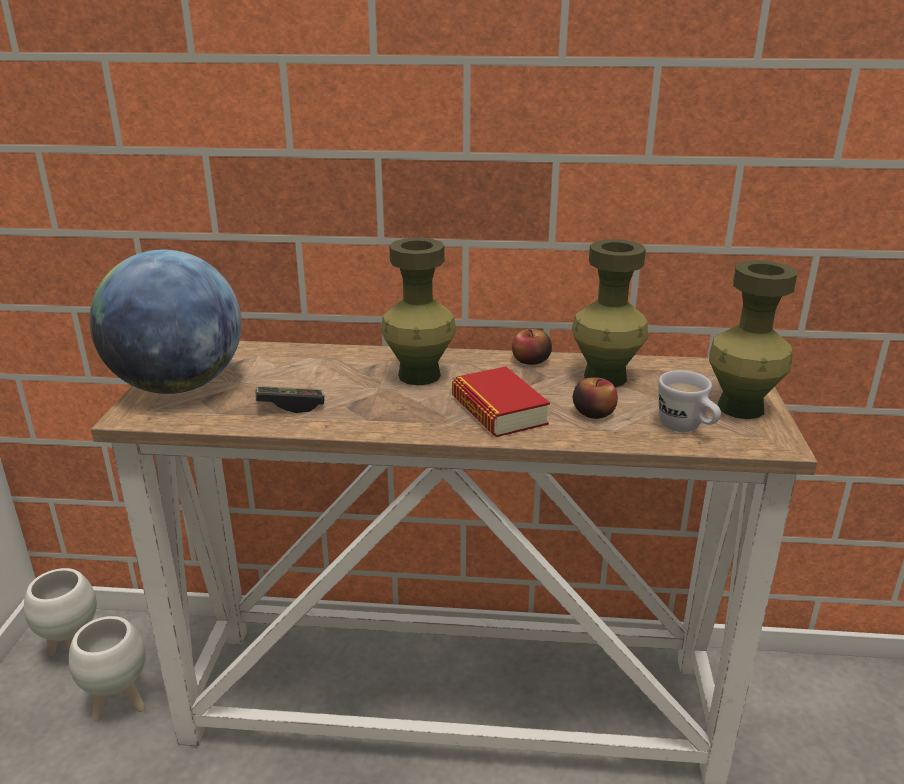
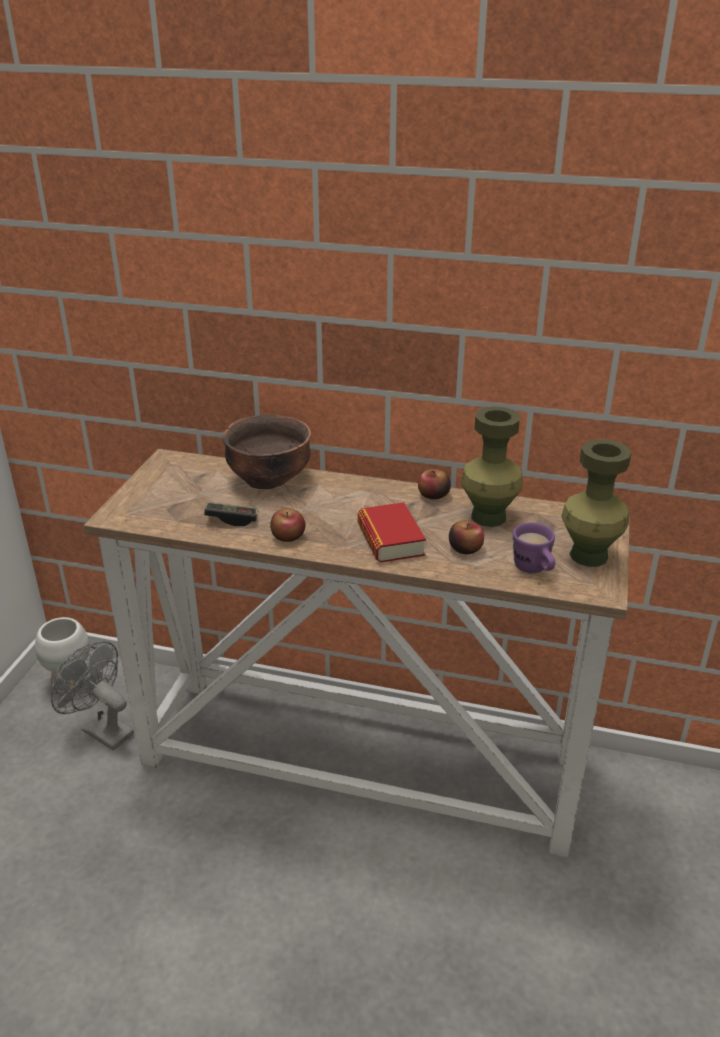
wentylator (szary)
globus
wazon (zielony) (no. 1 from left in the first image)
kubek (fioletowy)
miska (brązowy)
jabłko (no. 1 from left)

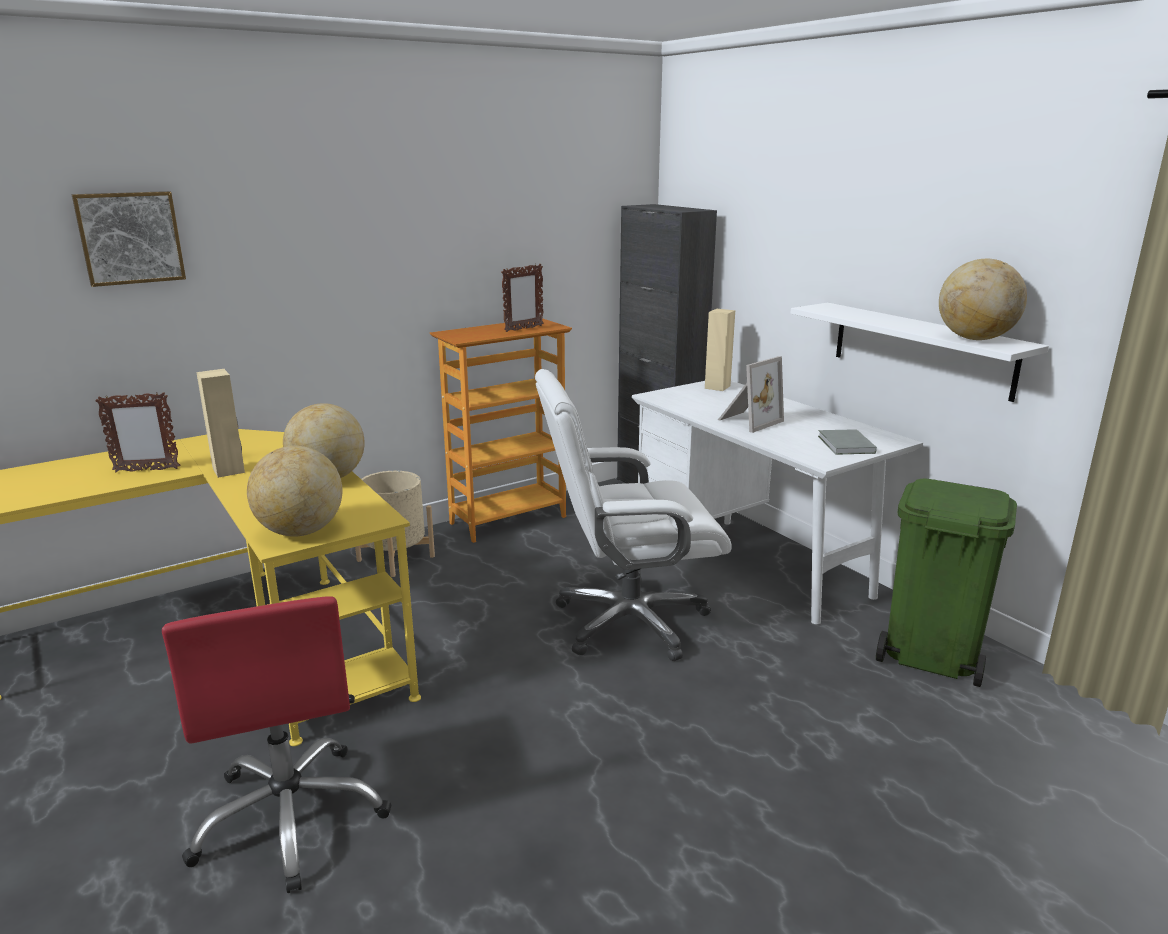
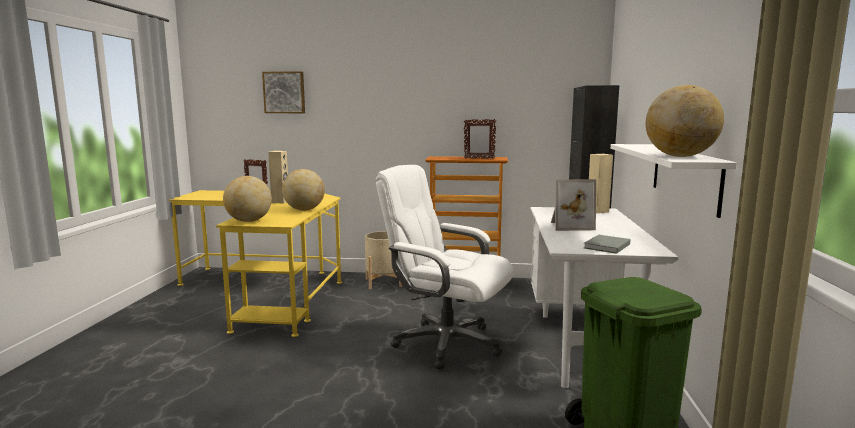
krzesło biurowe (czerwony)

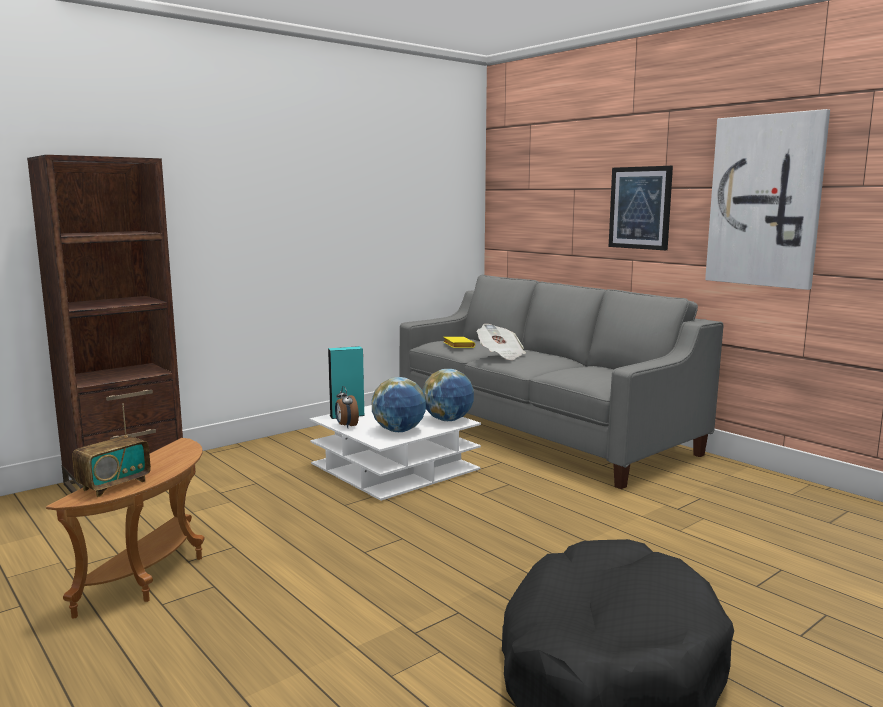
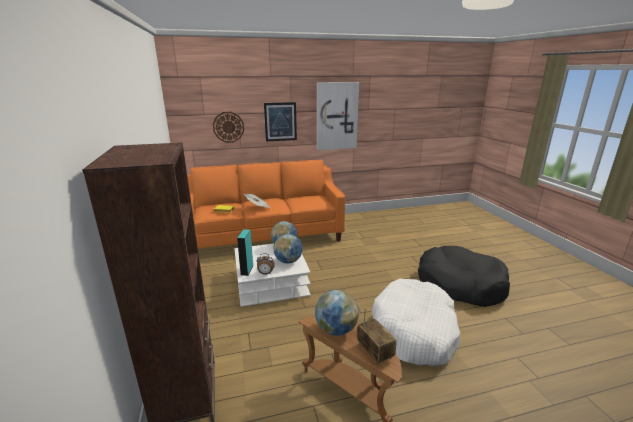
kanapa (pomarańczowy)
zegar ścienny
globus (no. 3 from left)
legowisko (biały)

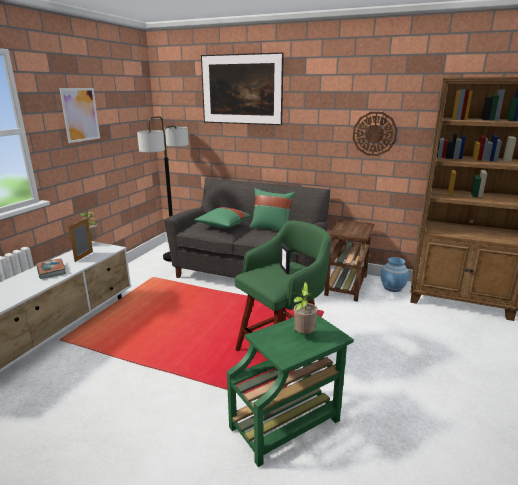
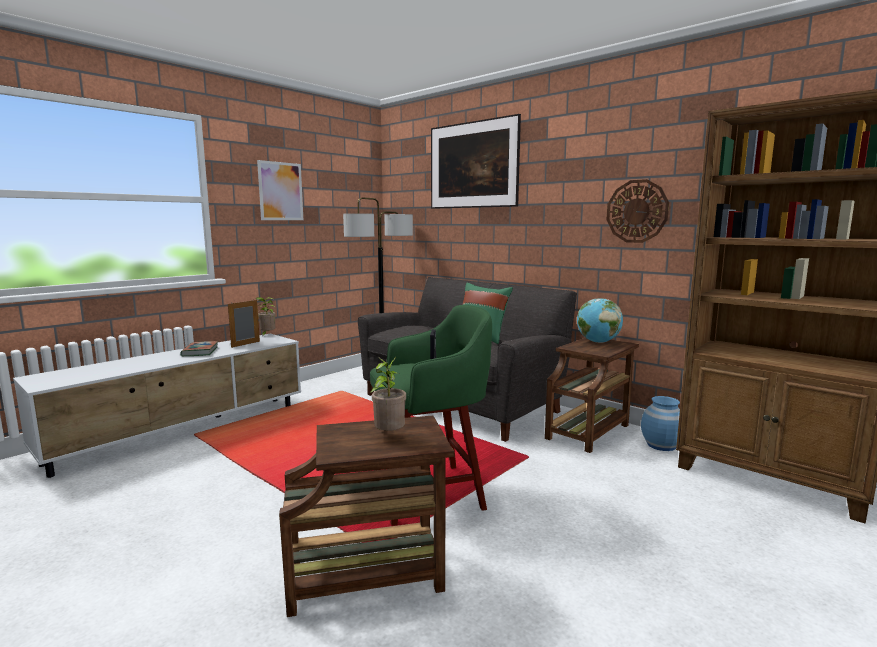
poduszka (zielony) (no. 1 from left in the first image)
stolik (brązowy) (no. 1 from left)
globus

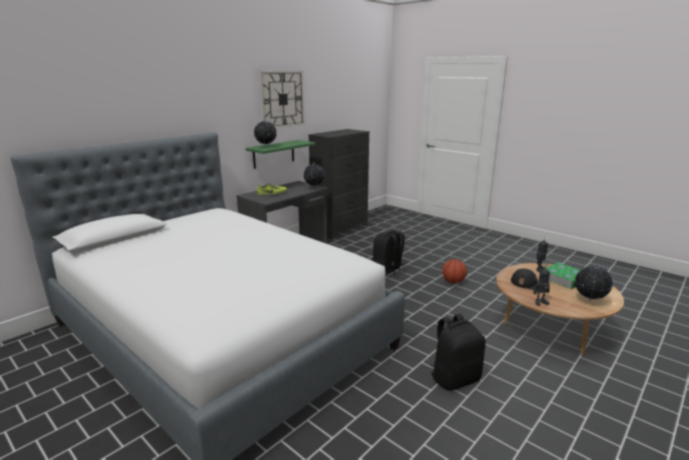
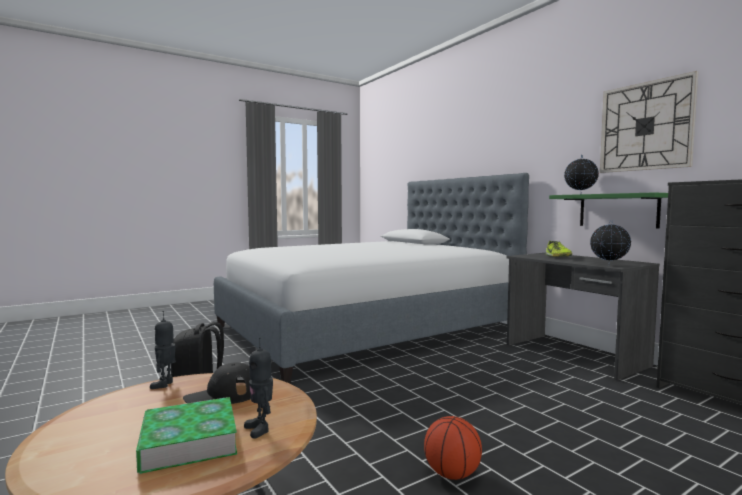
plecak (czarny) (no. 1 from left in the first image)
globus (no. 3 from left in the first image)

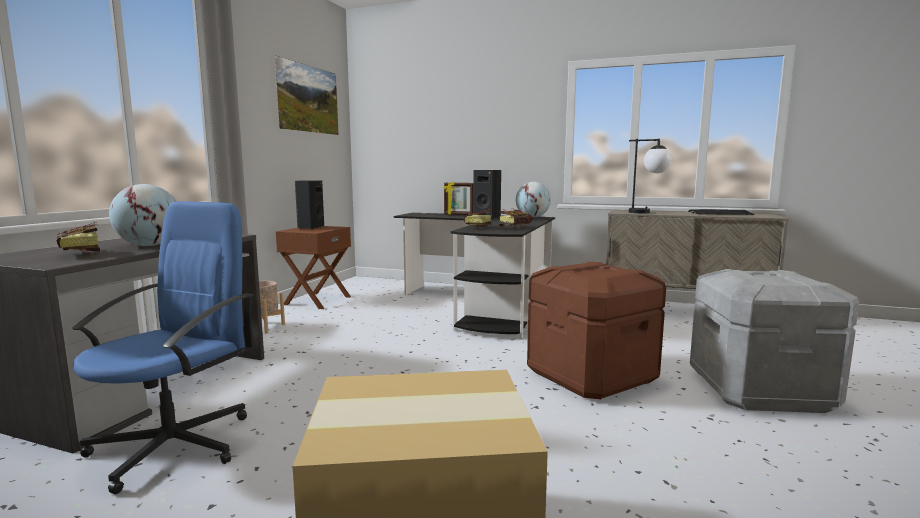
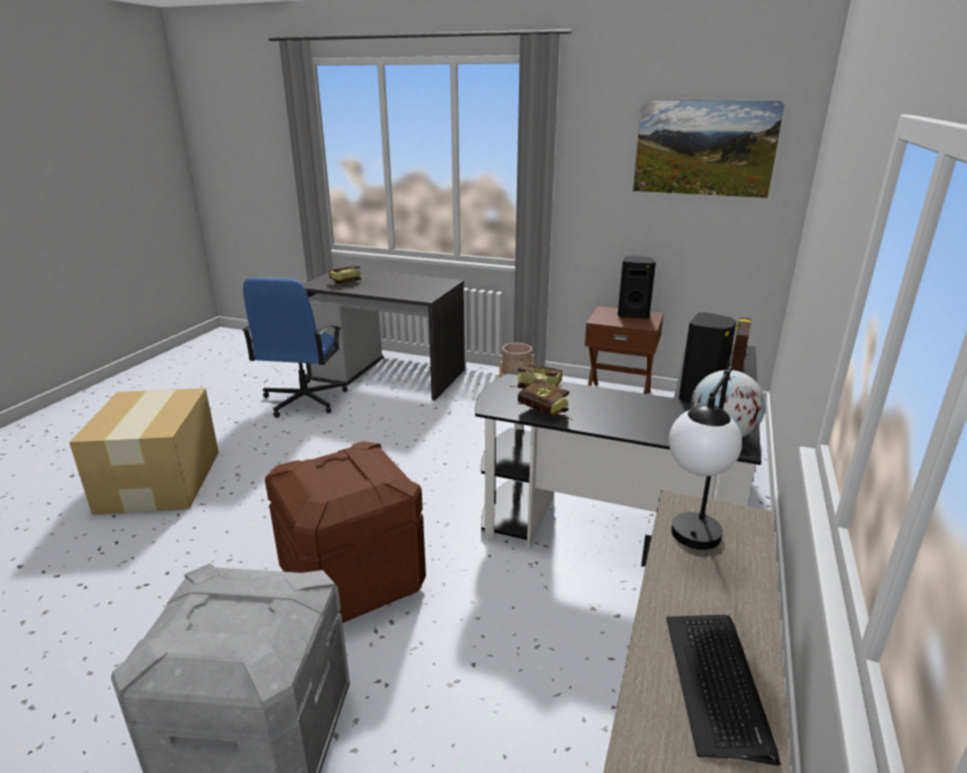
krzesło biurowe (niebieski)
globus (no. 1 from left in the first image)

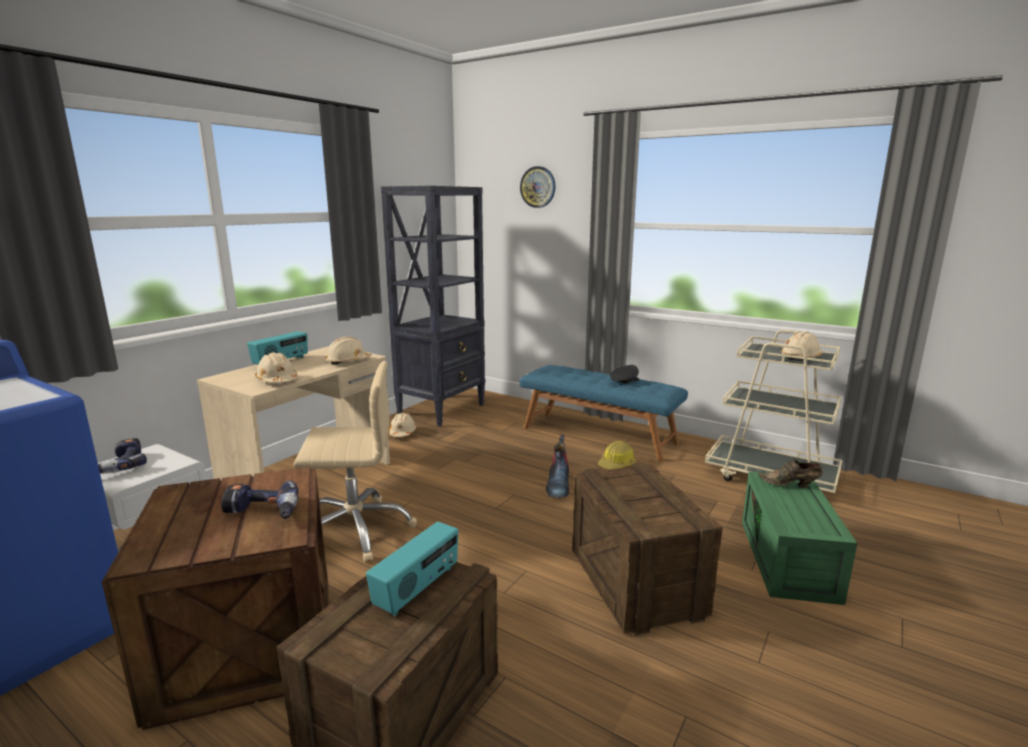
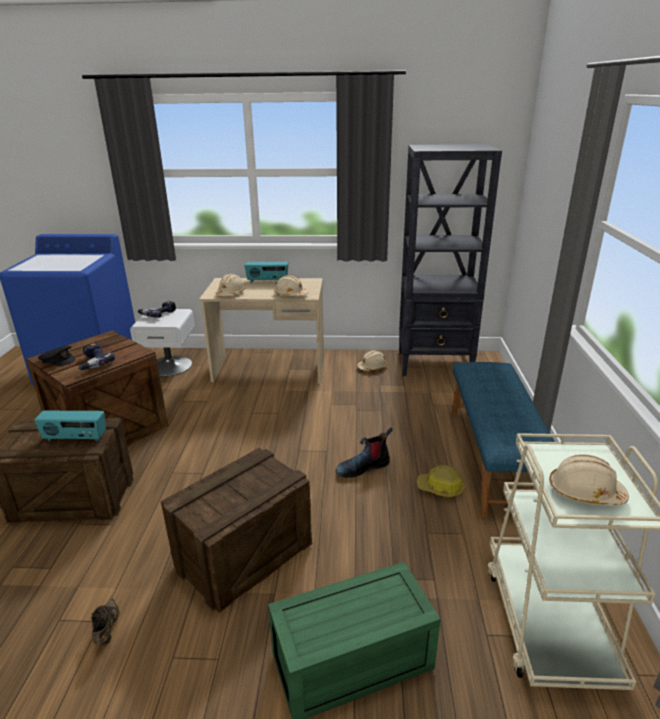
krzesło biurowe (beżowy)
zegar ścienny
czapka z daszkiem (czarny)
but (brązowy)

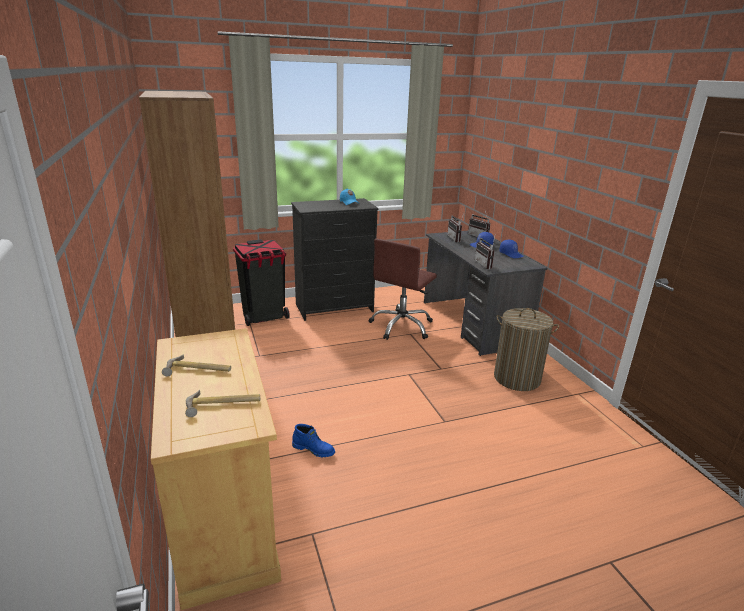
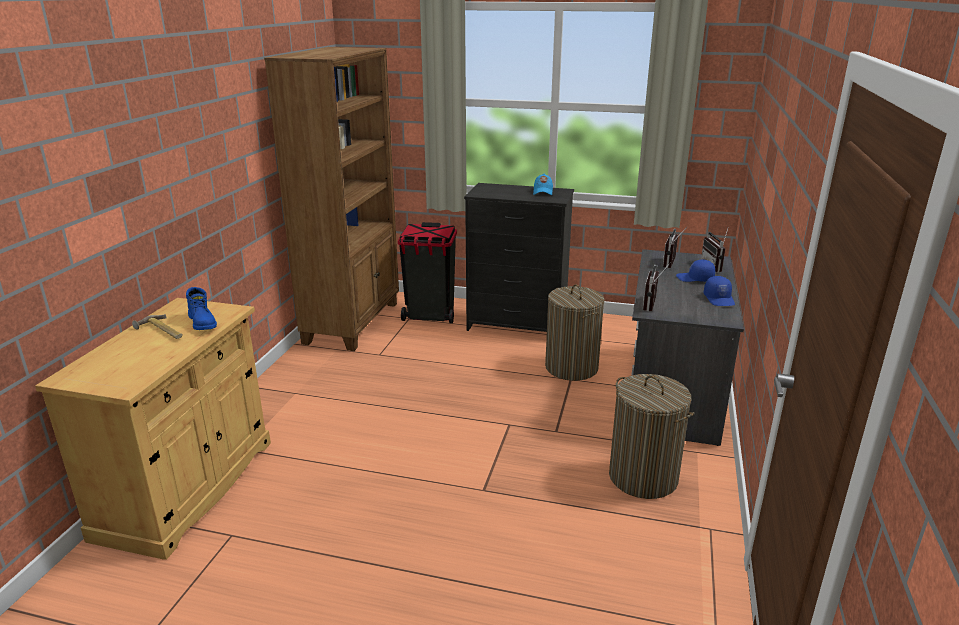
młotek (no. 2 from left in the first image)
but z cholewką (niebieski)
kosz na pranie (no. 1 from left)

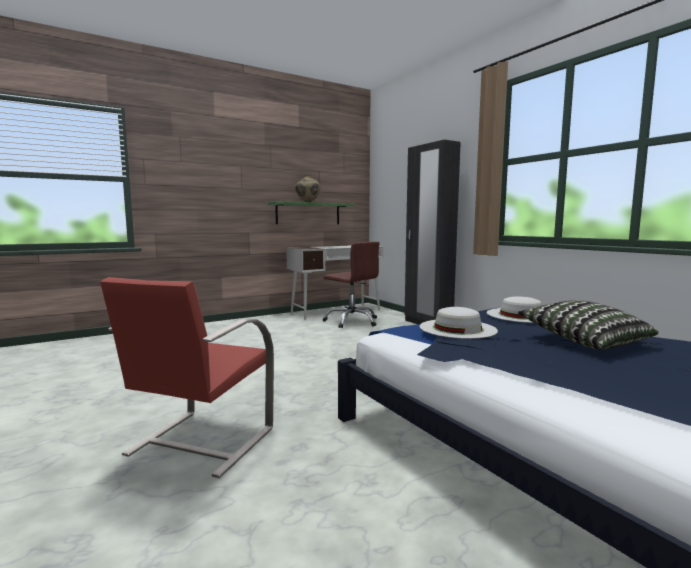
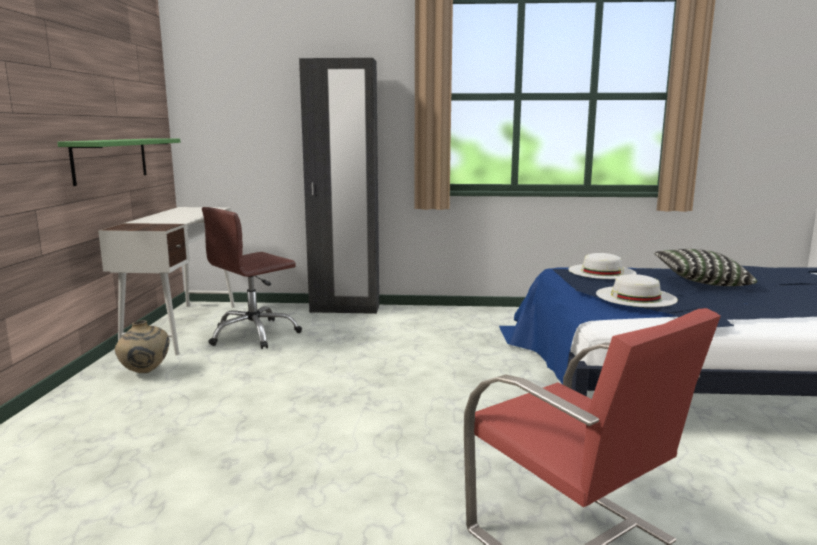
wazon (beżowy)
krzesło biurowe (brązowy)

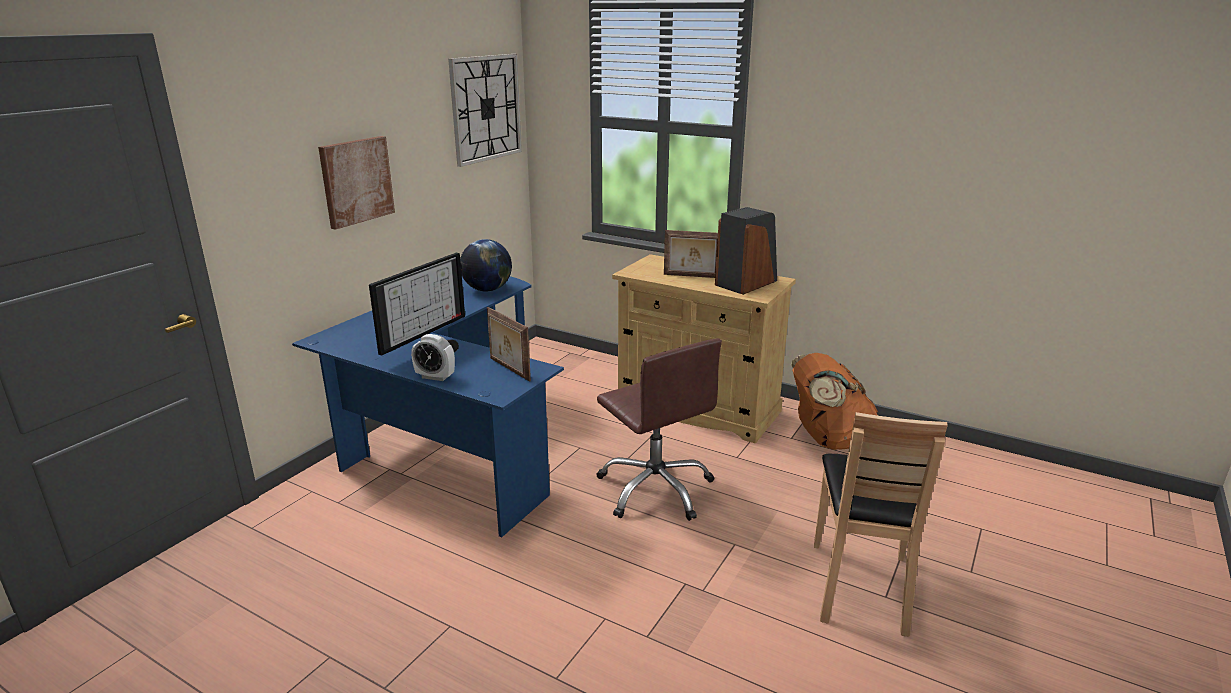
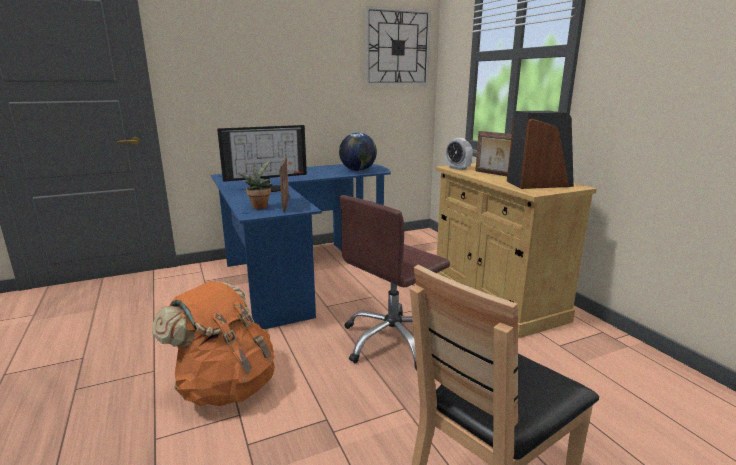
obraz
budzik
krzesło biurowe (brązowy)
plecak (pomarańczowy)
roślina doniczkowa

